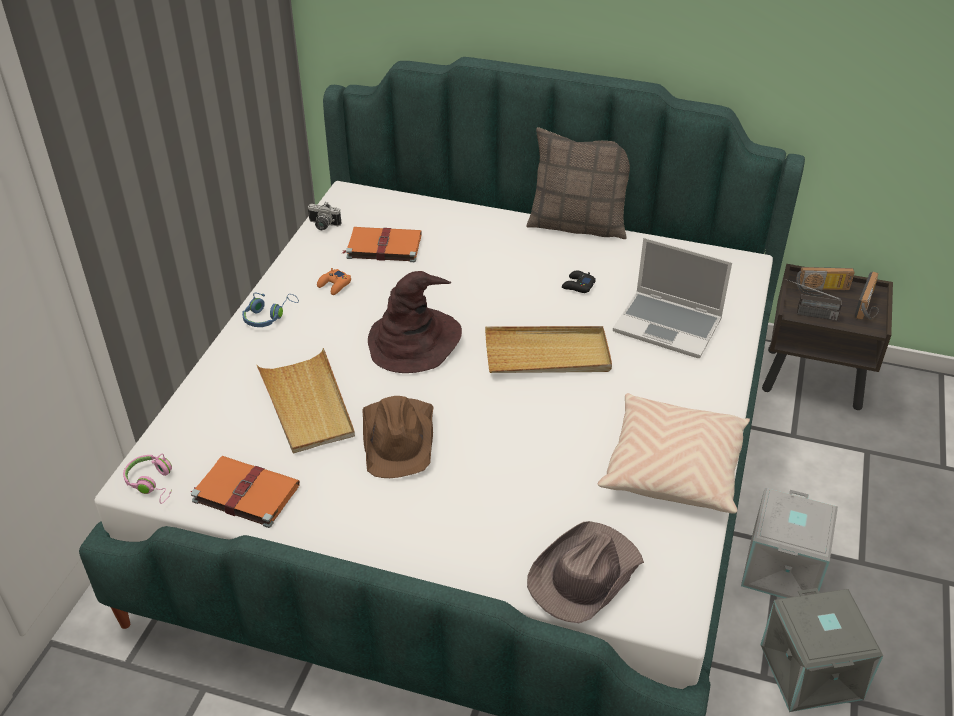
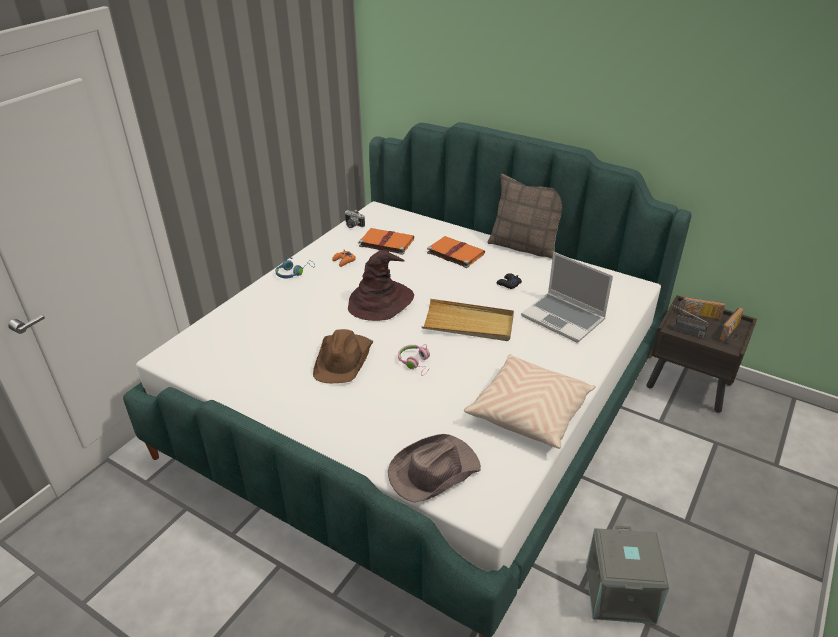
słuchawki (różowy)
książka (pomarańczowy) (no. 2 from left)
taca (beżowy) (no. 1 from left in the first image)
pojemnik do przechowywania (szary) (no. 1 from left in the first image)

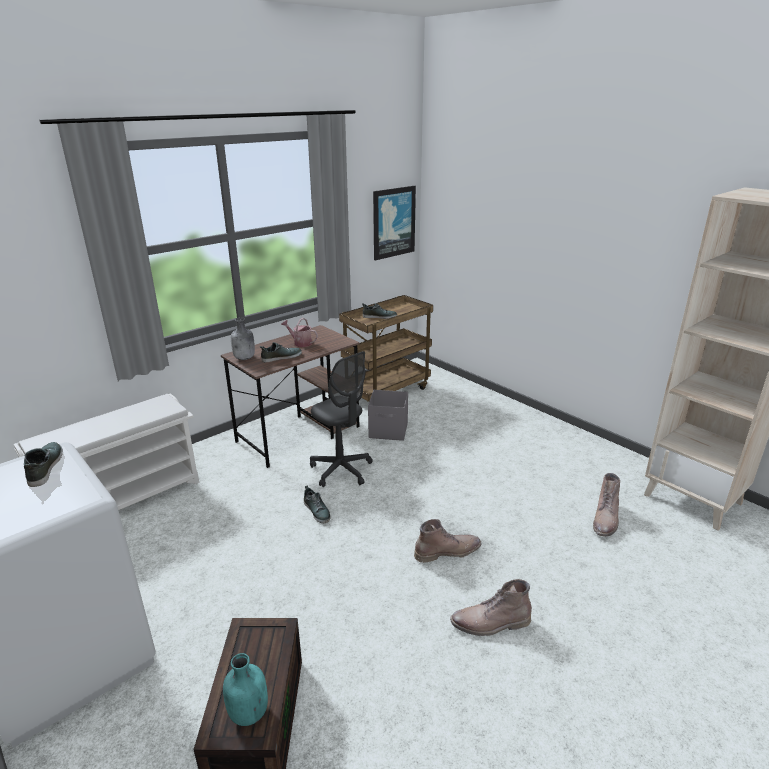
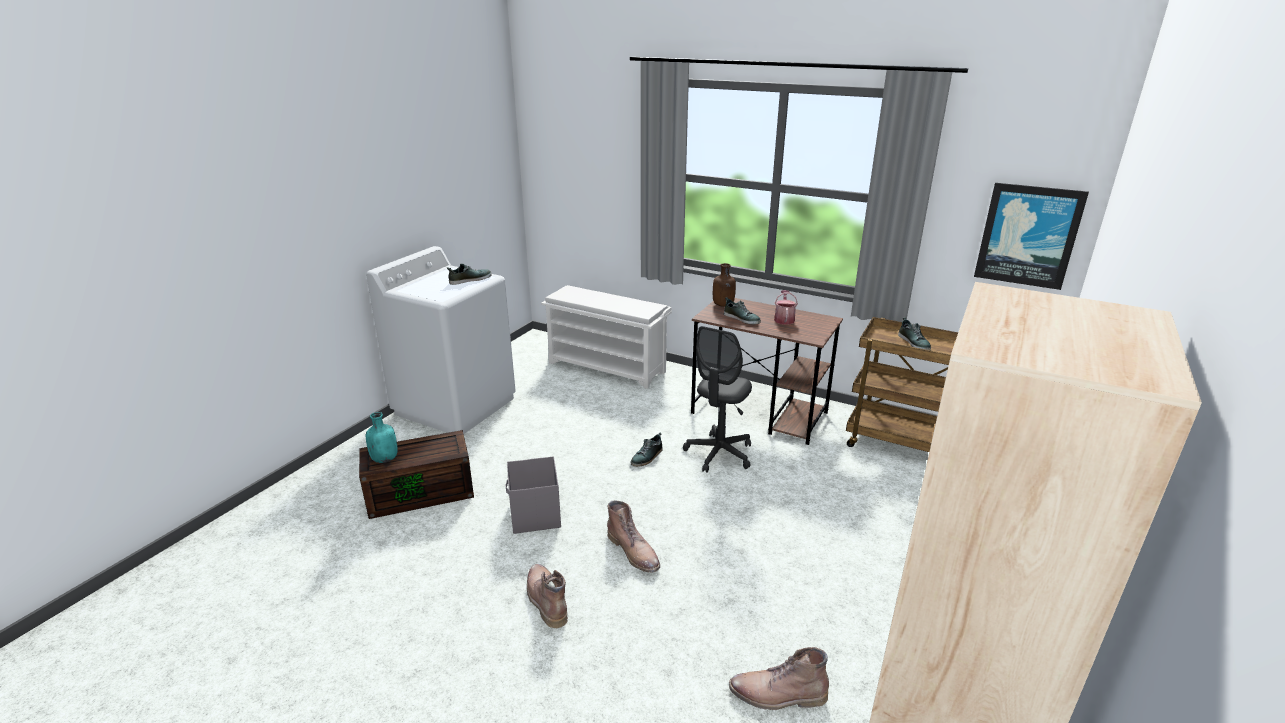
butelka (brązowy)
pojemnik do przechowywania (szary)

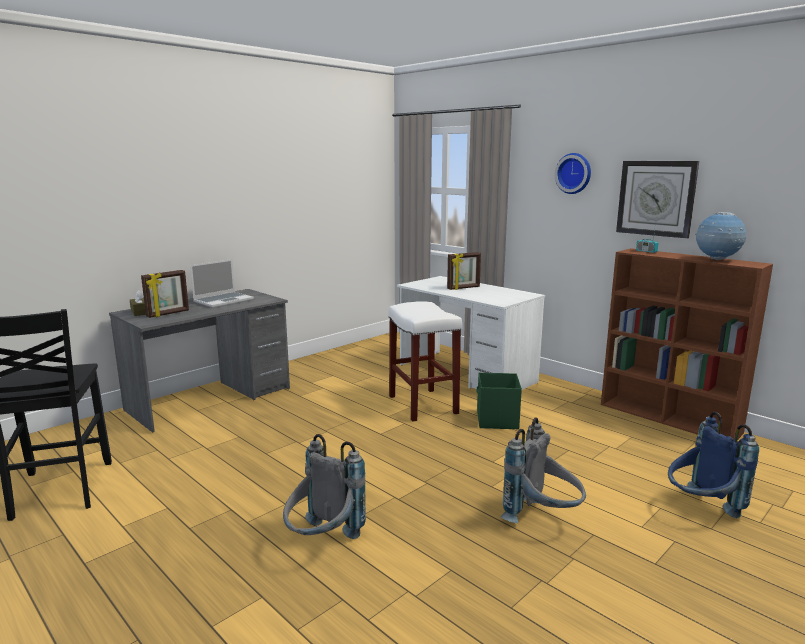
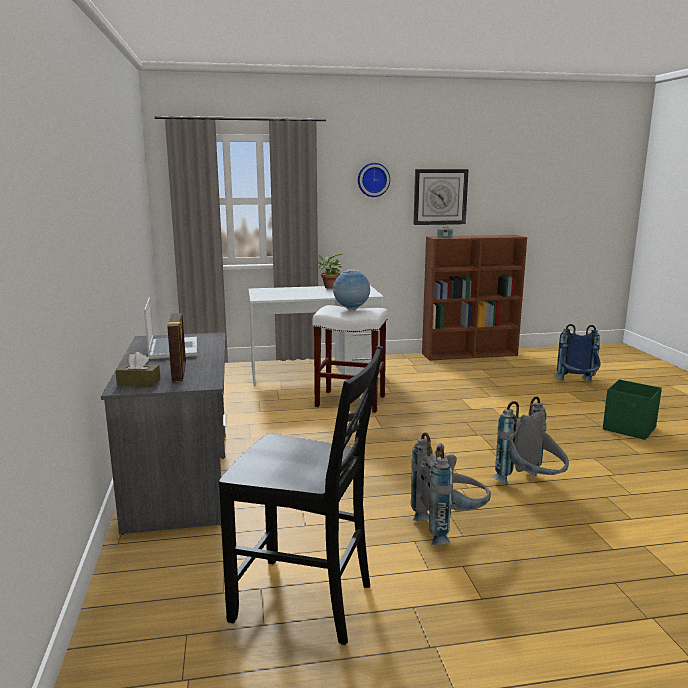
ramka na zdjęcie (no. 2 from left in the first image)
pojemnik do przechowywania (zielony)
plecak (szary) (no. 1 from left)
globus
roślina doniczkowa

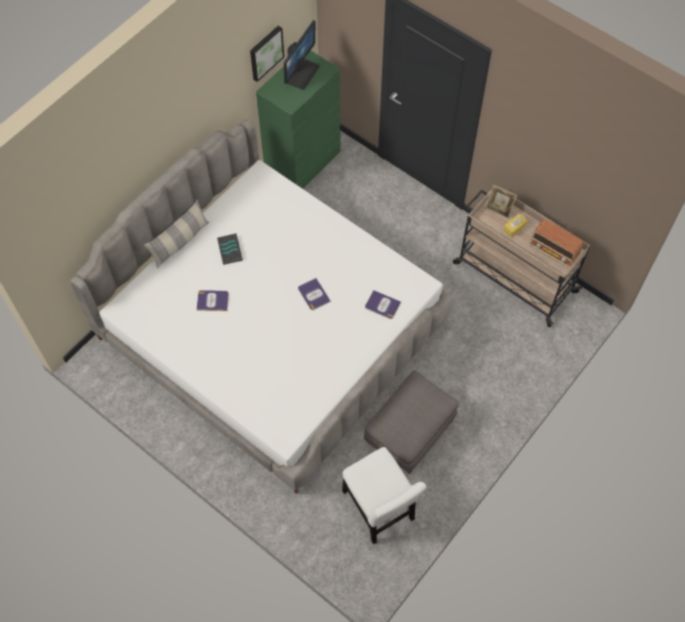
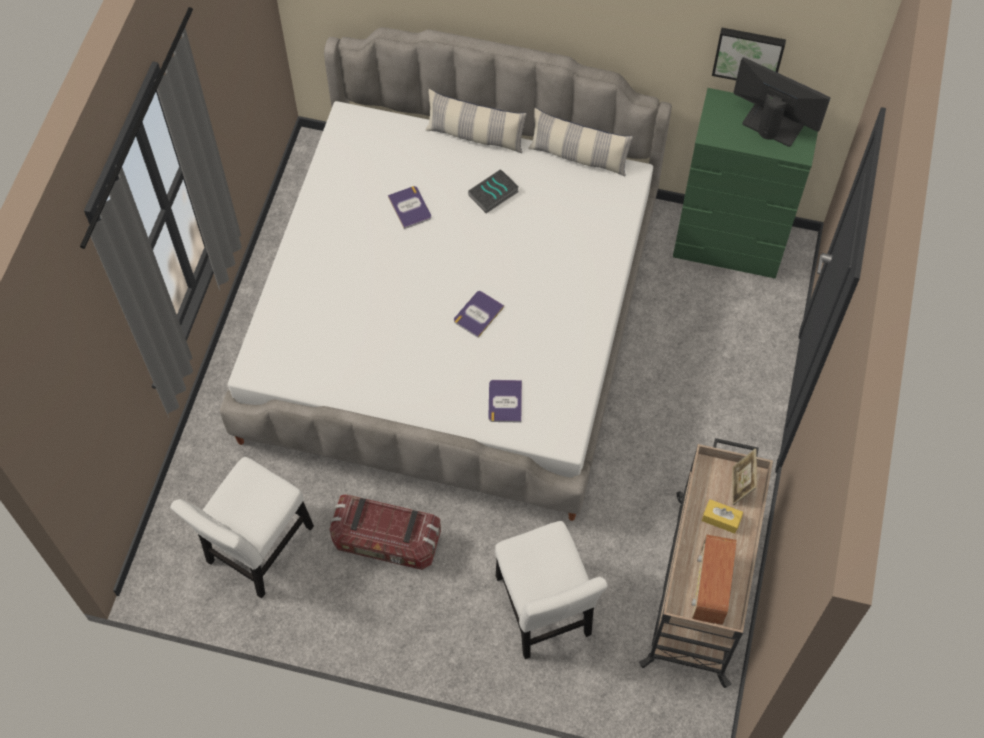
monitor
pojemnik do przechowywania
krzesło (biały) (no. 2 from left)
poduszka (no. 2 from left)

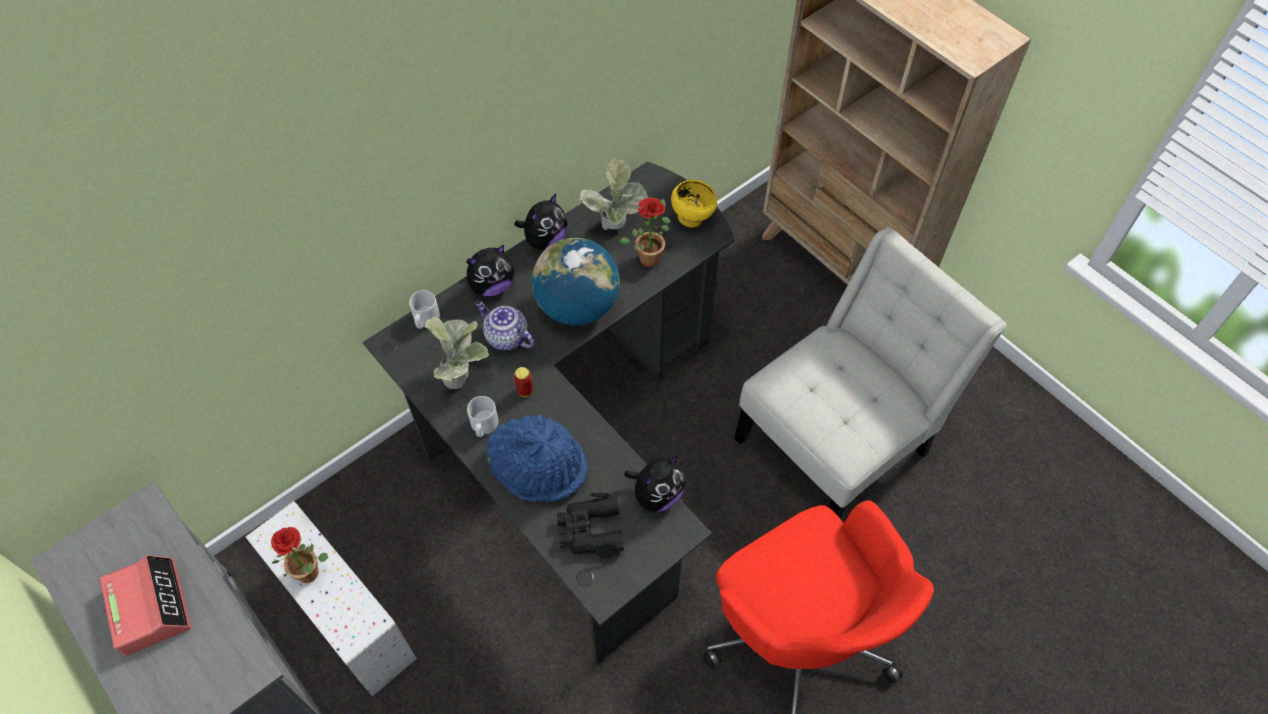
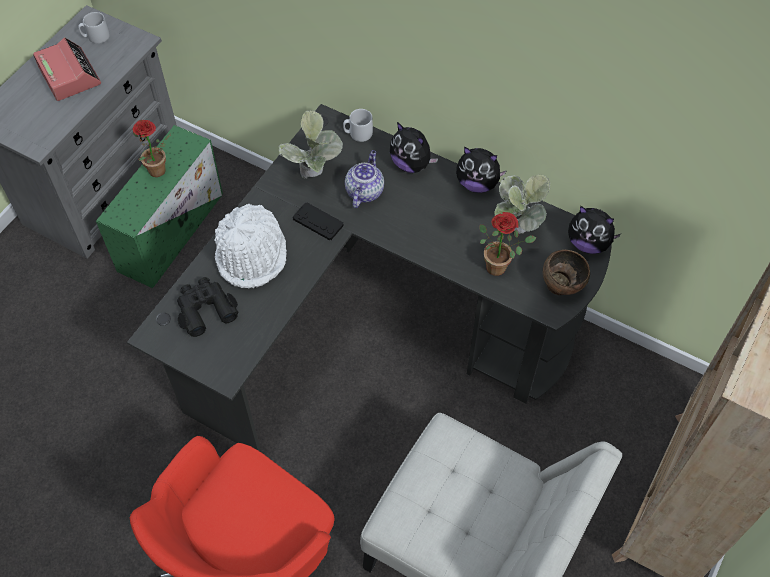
budzik
pojemnik do przechowywania (zielony)
kubek (szary) (no. 1 from left)
kapelusz (biały)
pad do gier (czarny)
globus
pluszak (no. 3 from left)
miska (brązowy)

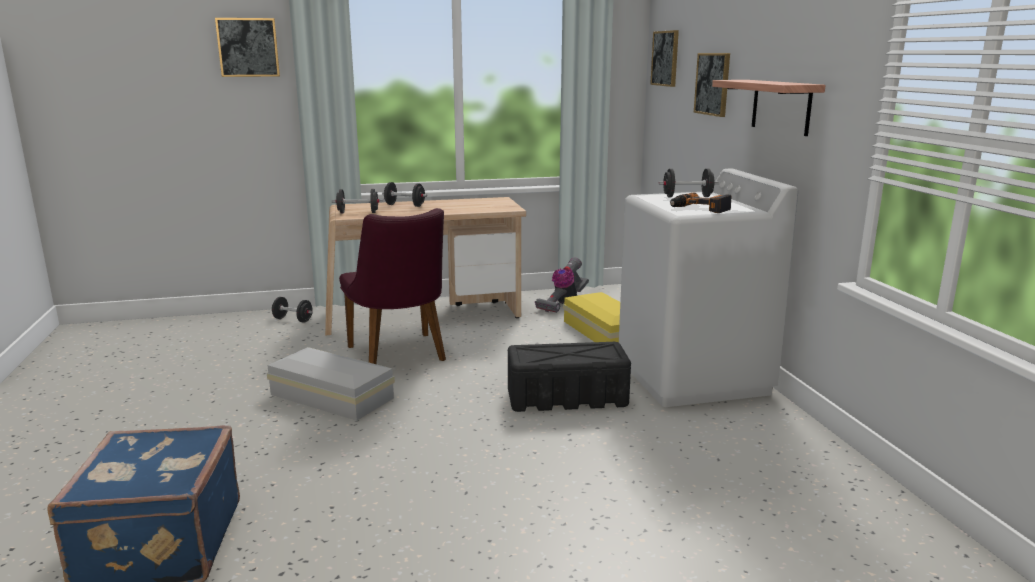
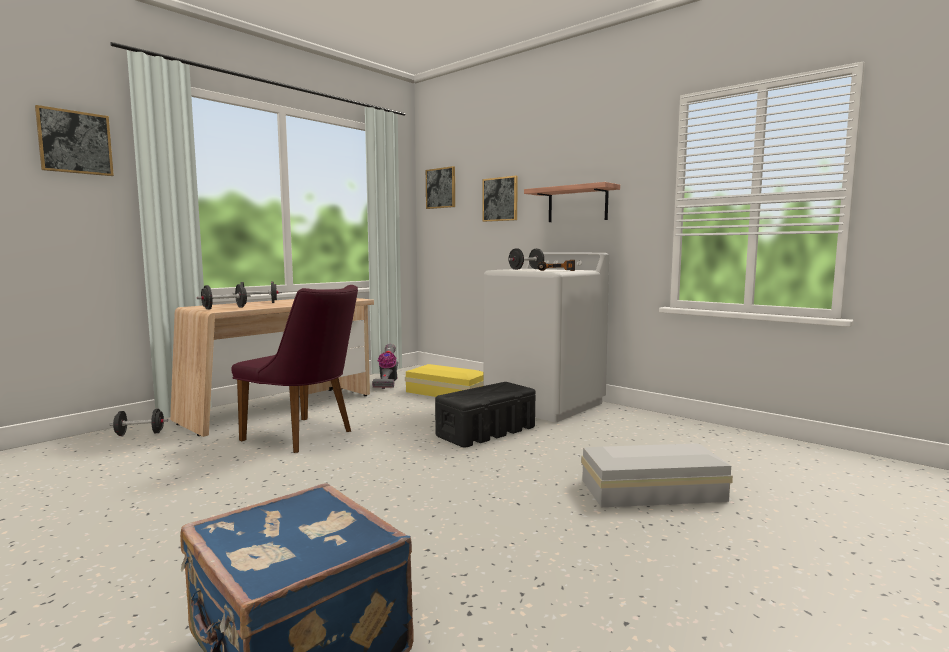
pojemnik do przechowywania (biały)

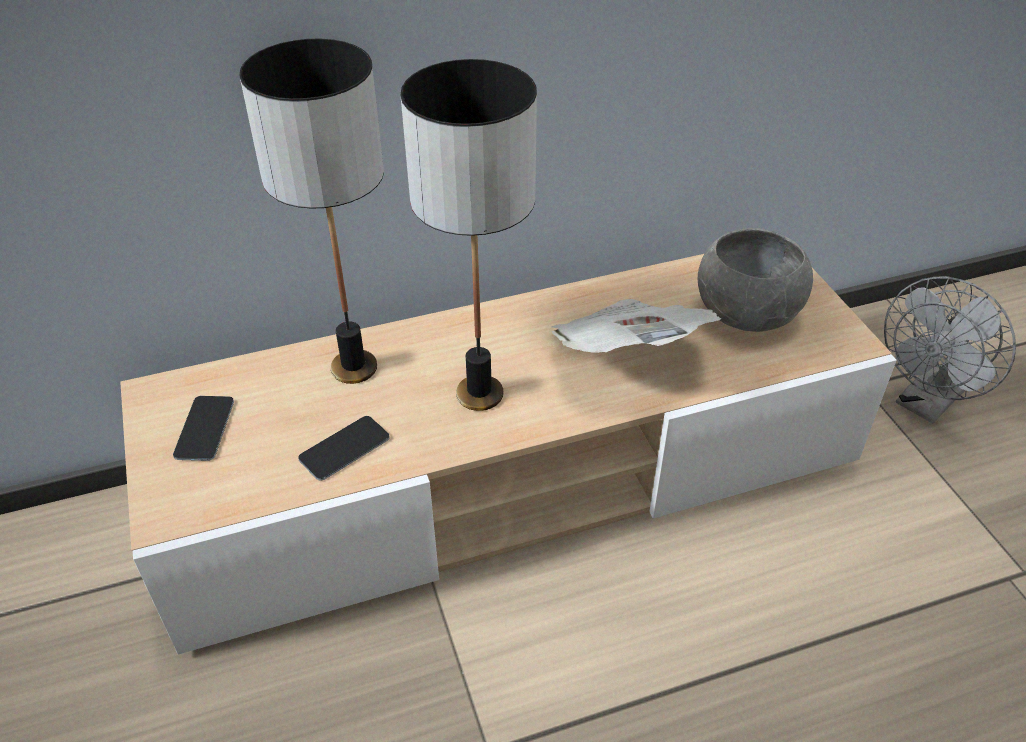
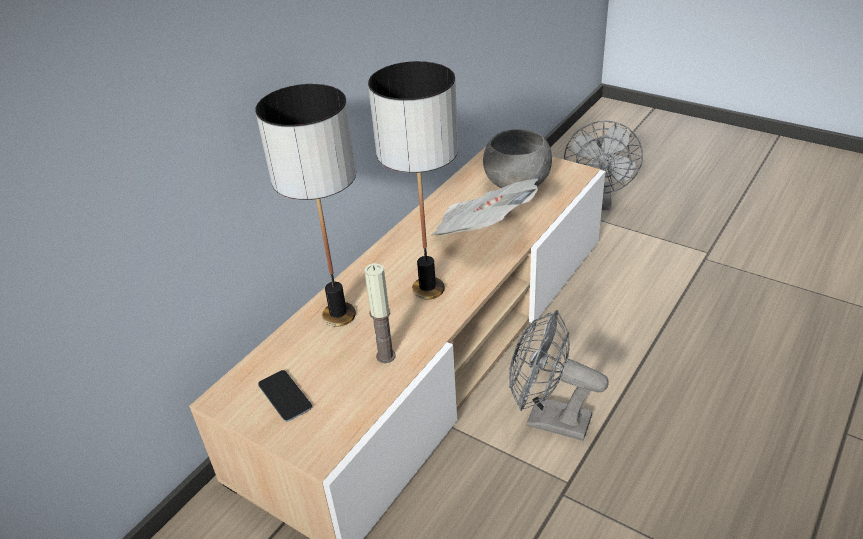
świeca
wentylator (szary) (no. 1 from left)

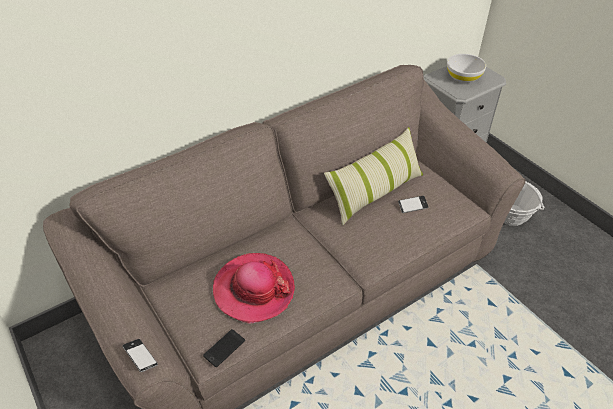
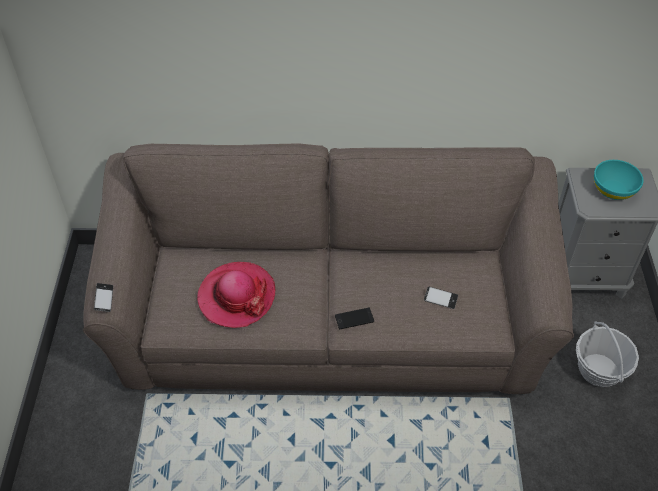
telefon (no. 2 from left)
poduszka
miska (turkusowy)

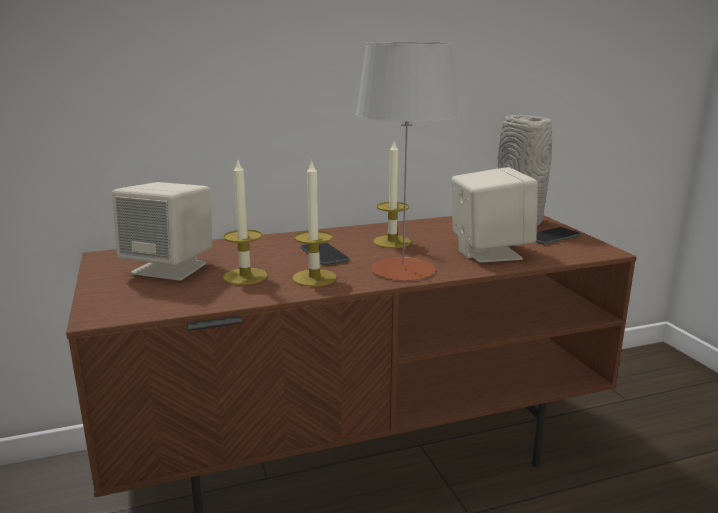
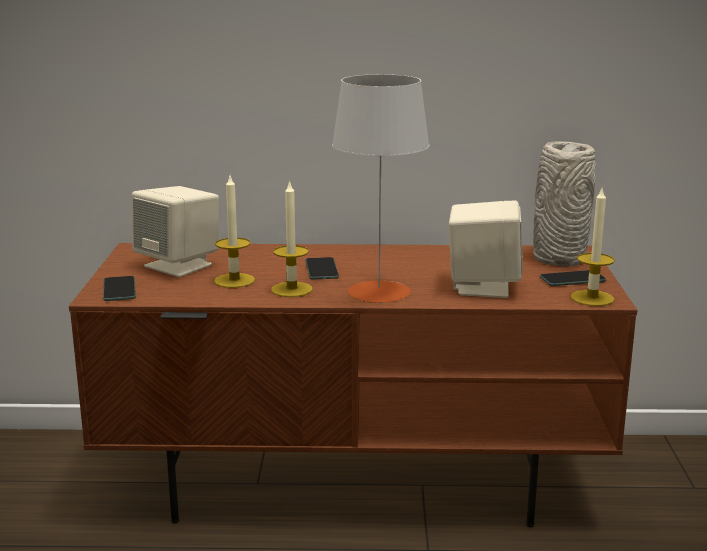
świeca (no. 3 from left)
telefon (no. 1 from left)

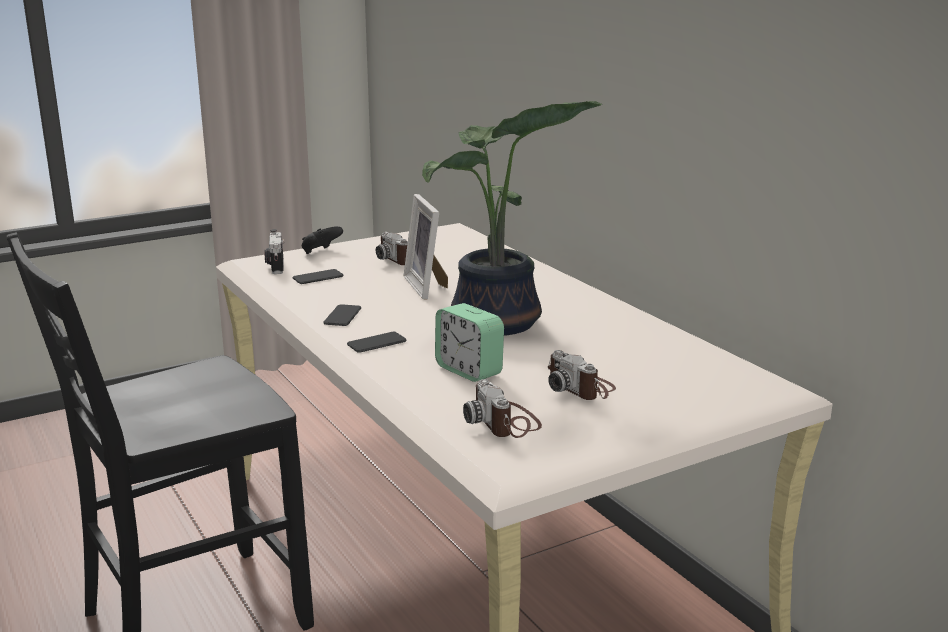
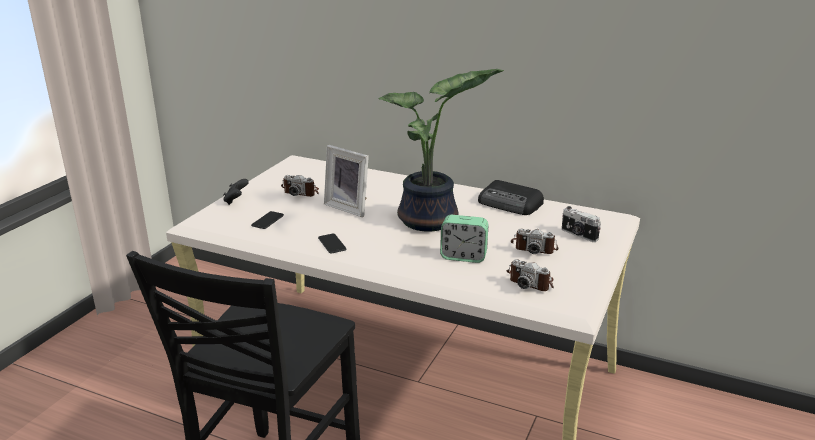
aparat fotograficzny (no. 4 from left)
telefon (no. 3 from left in the first image)
radio

